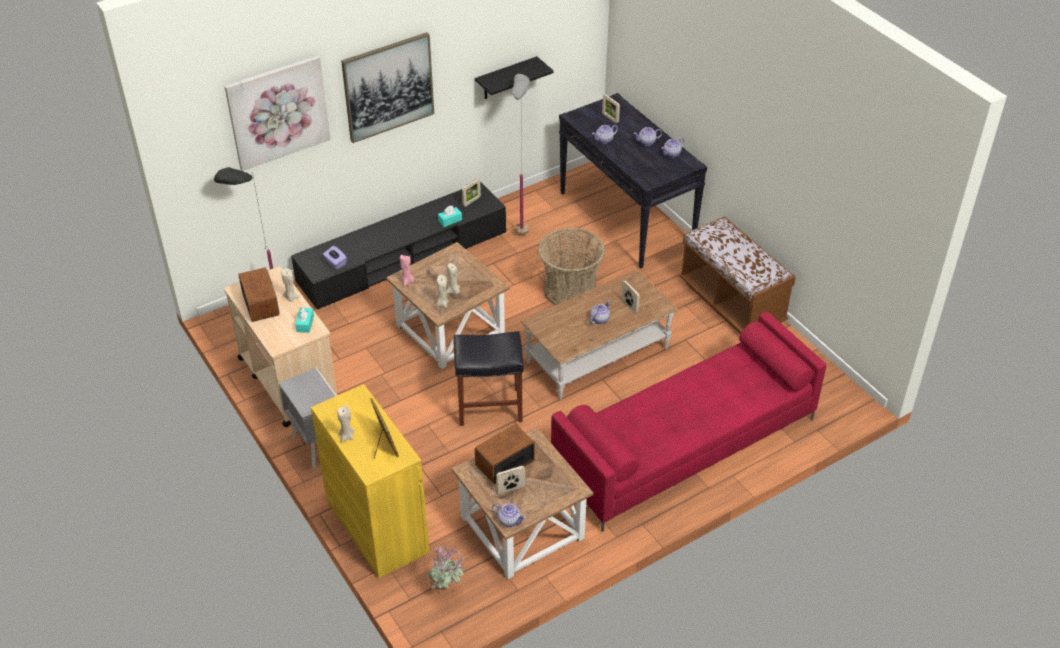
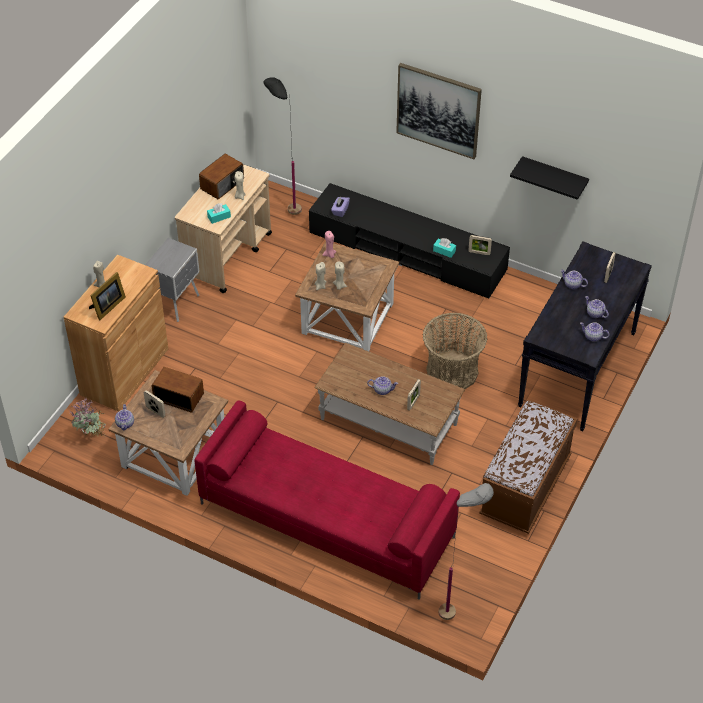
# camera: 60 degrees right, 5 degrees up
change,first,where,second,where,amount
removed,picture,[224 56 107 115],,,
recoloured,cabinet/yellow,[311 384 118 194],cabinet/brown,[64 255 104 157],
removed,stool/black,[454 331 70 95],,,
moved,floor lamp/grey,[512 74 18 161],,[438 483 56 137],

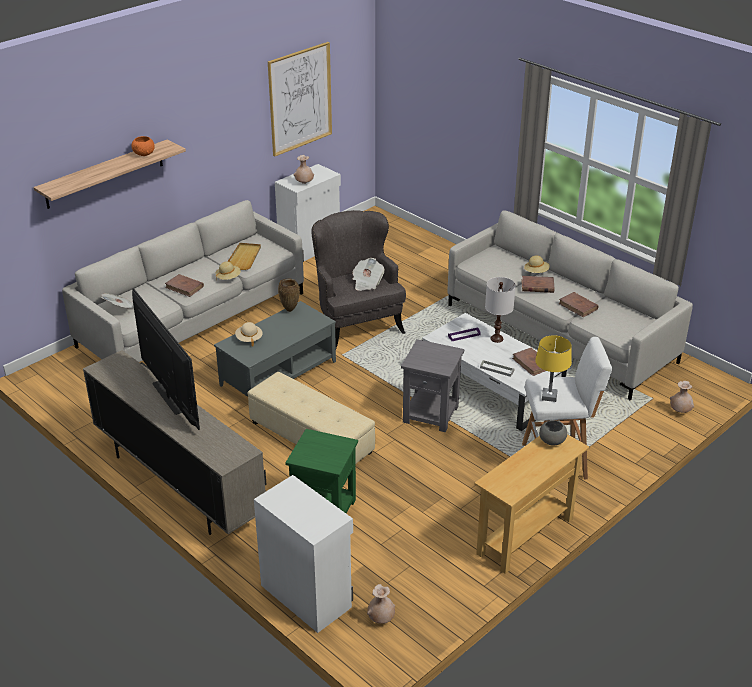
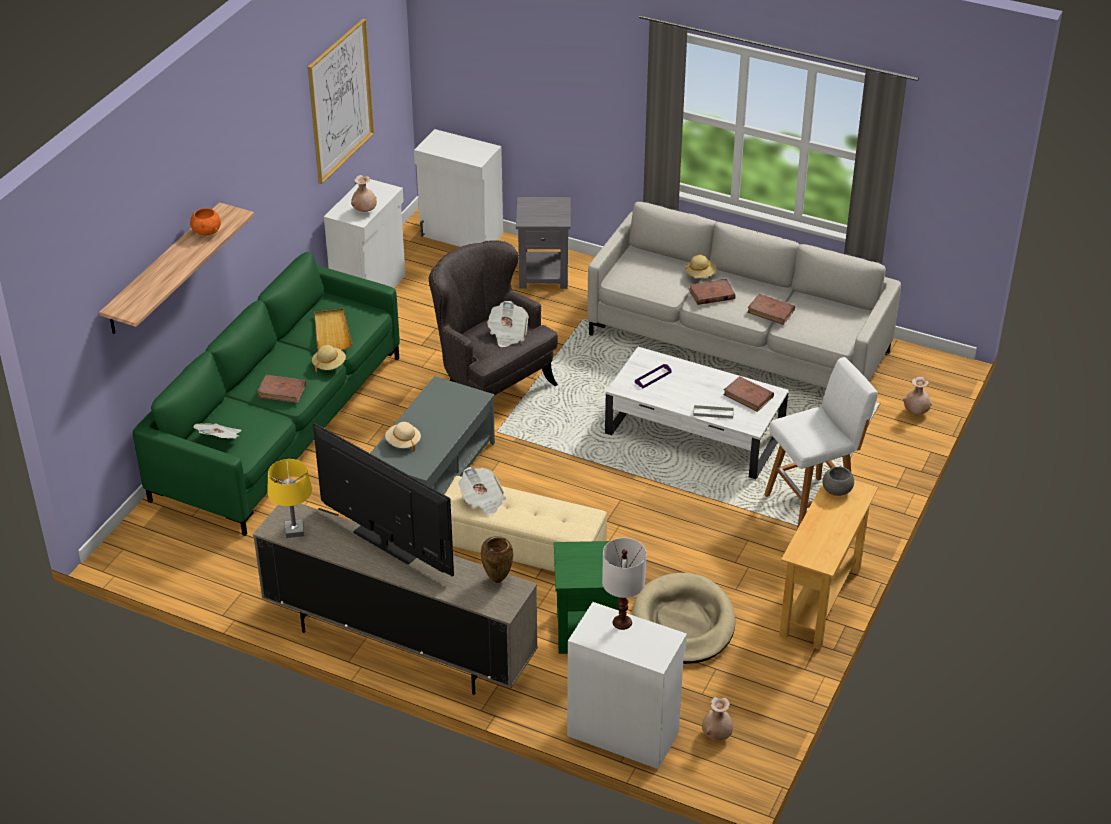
# camera: 20 degrees left, 5 degrees up
change,first,where,second,where,amount
recoloured,sofa/grey,[62 200 242 162],sofa/green,[133 252 267 284],
moved,vase/brown,[278 279 22 33],,[481 536 32 47],
moved,side table/grey,[401 339 63 93],,[516 197 55 92],
moved,table lamp/white,[485 277 31 66],,[602 538 44 92],
moved,table lamp/yellow,[535 335 37 67],,[267 459 45 79],
added,,,cabinet/white,[414 129 89 118],
added,,,newspaper,[458 467 48 49],
added,,,dog bed/beige,[632 573 104 91],

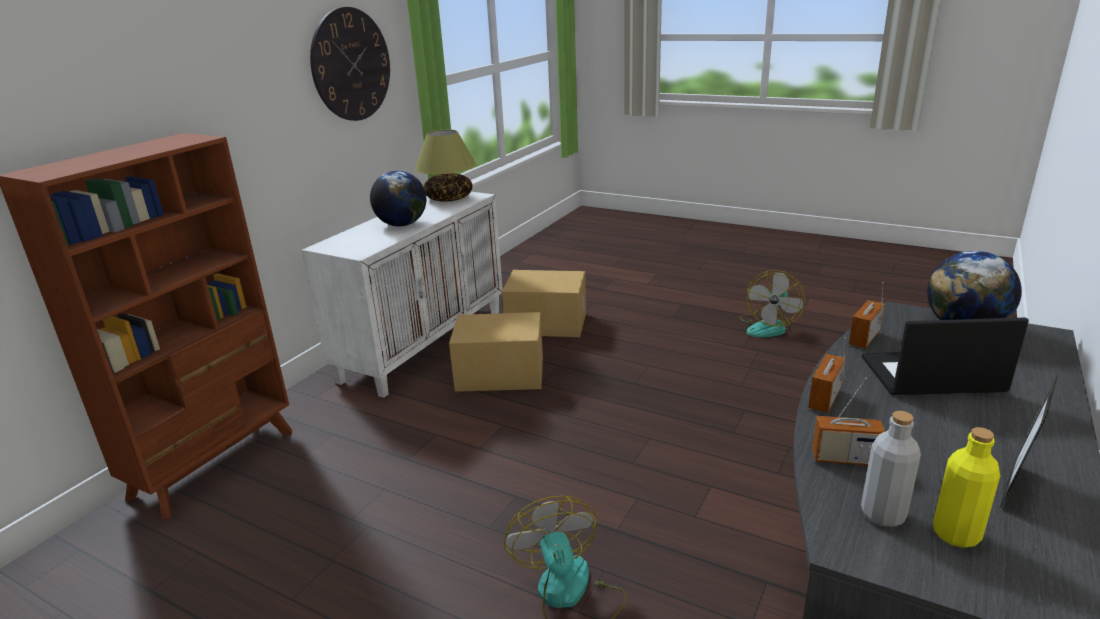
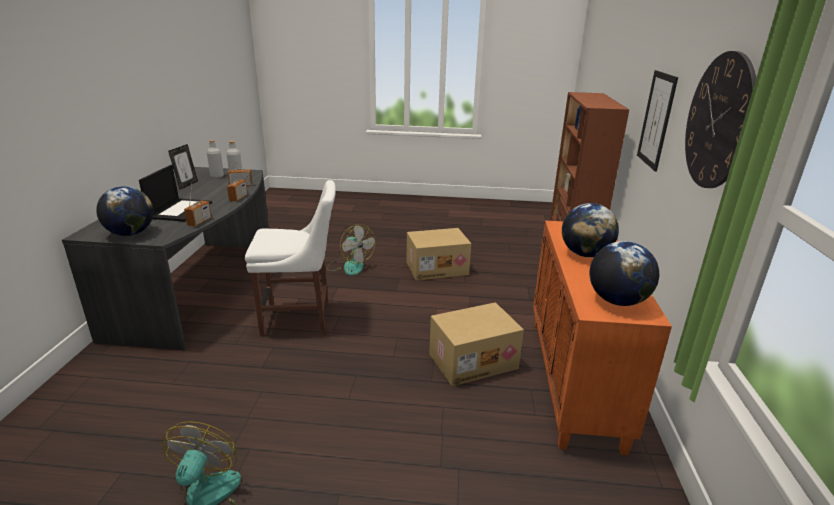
# camera: 155 degrees right, 0 degrees up
change,first,where,second,where,amount
recoloured,cabinet/white,[302 192 201 206],cabinet/orange,[533 221 139 234],
replaced,table lamp,[415 129 61 73],globe,[589 241 70 65],
moved,cardboard box,[502 270 84 67],,[406 228 65 53],
turned,laptop,[862 317 167 78],,[139 165 73 57],60 degrees counterclockwise
recoloured,bottle/yellow,[933 427 67 121],bottle/grey,[207 140 17 38],
added,,,chair/white,[245 180 91 156],
added,,,picture,[637 70 41 102],

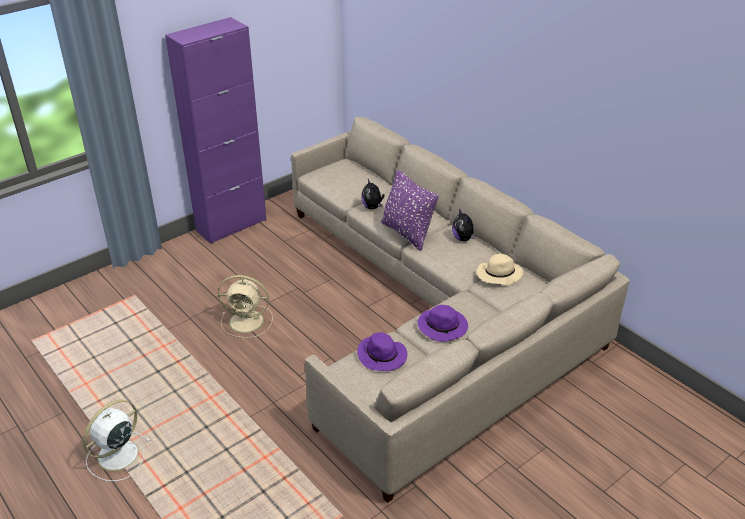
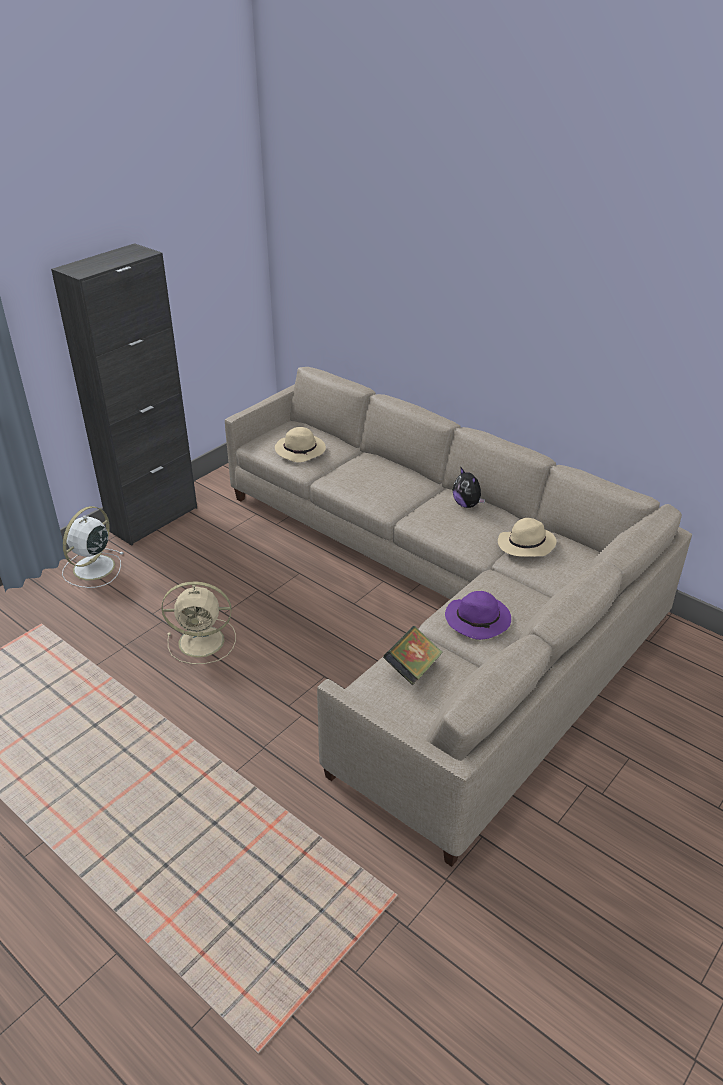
# camera: 10 degrees left, 0 degrees up
change,first,where,second,where,amount
moved,fan/white,[83 400 68 82],,[62 506 61 82],
recoloured,cabinet/purple,[165 17 101 227],cabinet/black,[51 243 146 303],
replaced,hat/purple,[357 332 50 39],book,[383 626 60 60],
removed,plush toy,[361 179 24 31],,,
removed,pillow/purple,[381 170 58 81],,,
added,,,hat/beige,[275 427 51 36],

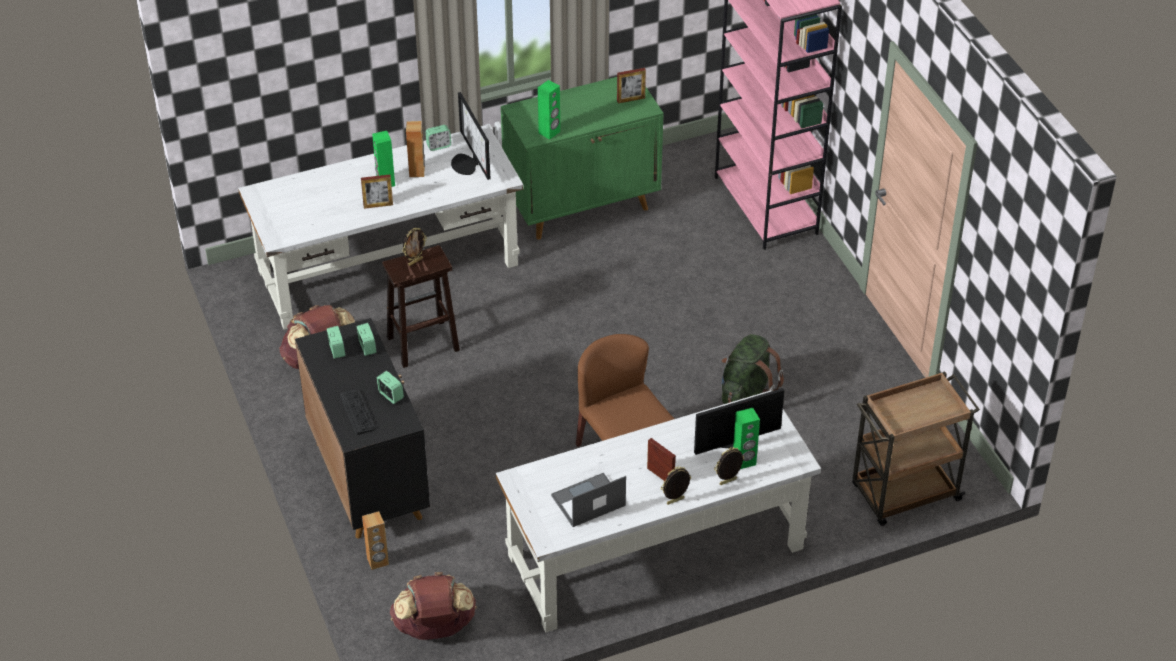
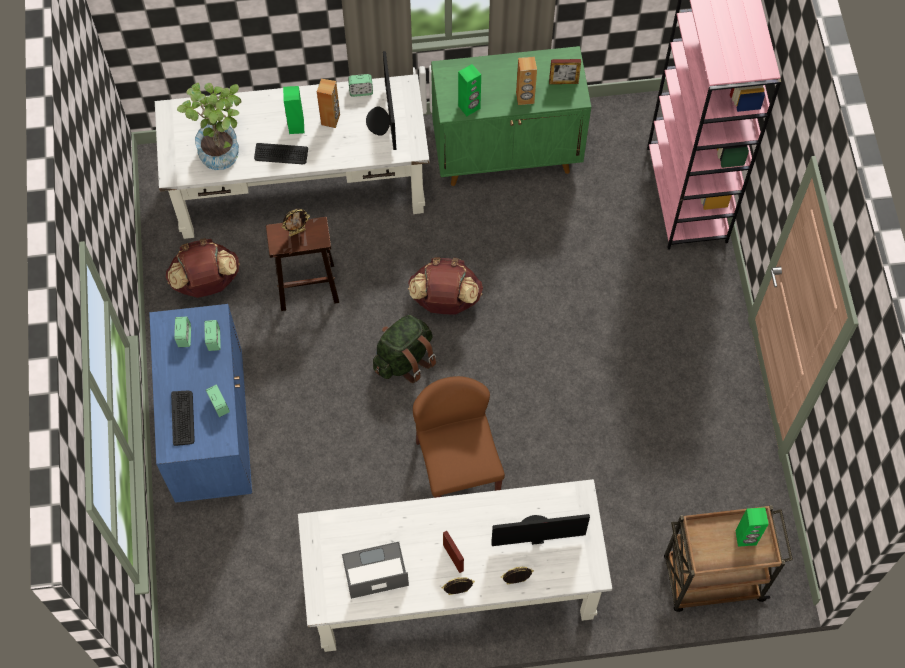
# camera: 15 degrees right, 20 degrees up
change,first,where,second,where,amount
recoloured,cabinet/black,[295 318 135 221],cabinet/blue,[149 304 103 199],
replaced,picture frame,[361 174 32 35],keyboard,[254 143 54 21],
moved,speaker/brown,[362 511 27 59],,[516 57 21 48],
moved,backpack/brown,[390 572 87 68],,[408 257 75 58],
moved,backpack/green,[721 334 63 70],,[373 315 63 68],
moved,speaker/green,[733 408 27 61],,[735 507 34 40],
added,,,potted plant,[177 83 65 87],

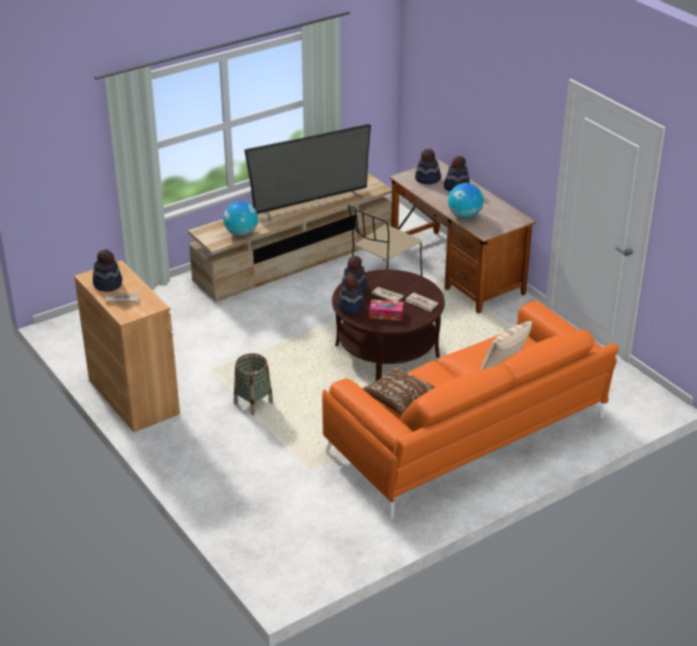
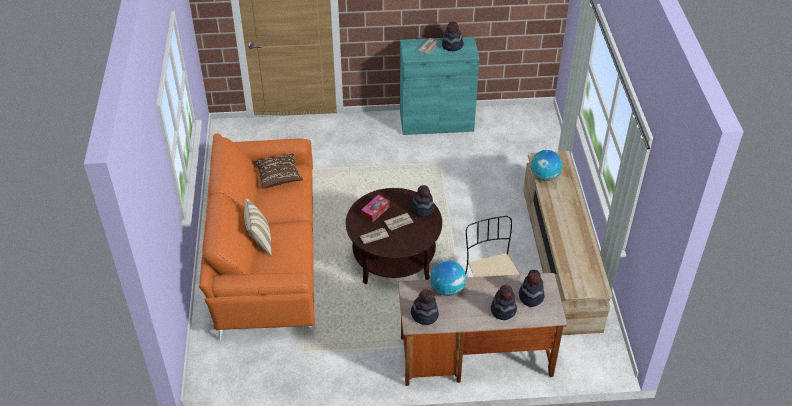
# camera: 120 degrees right, 10 degrees up
change,first,where,second,where,amount
recoloured,cabinet/brown,[74 260 106 172],cabinet/turquoise,[400 37 80 98],
removed,basket,[234 353 39 62],,,
removed,television,[244 124 127 97],,,
moved,hat,[338 274 27 41],,[411 289 28 36],

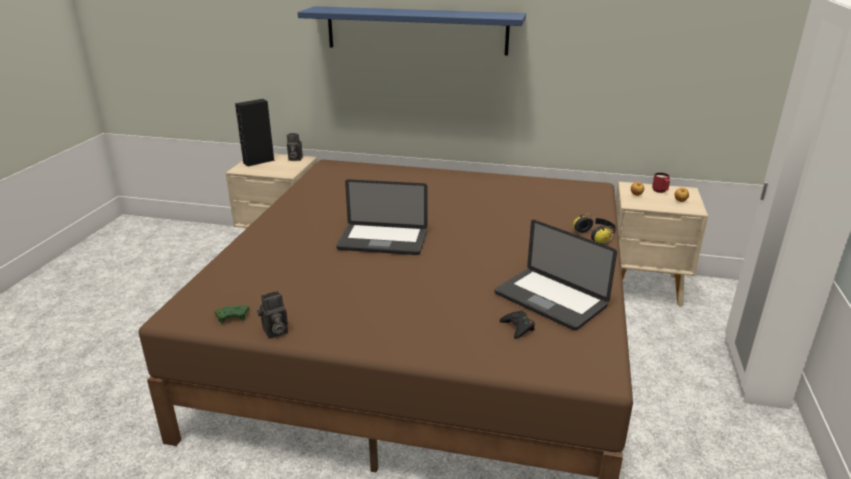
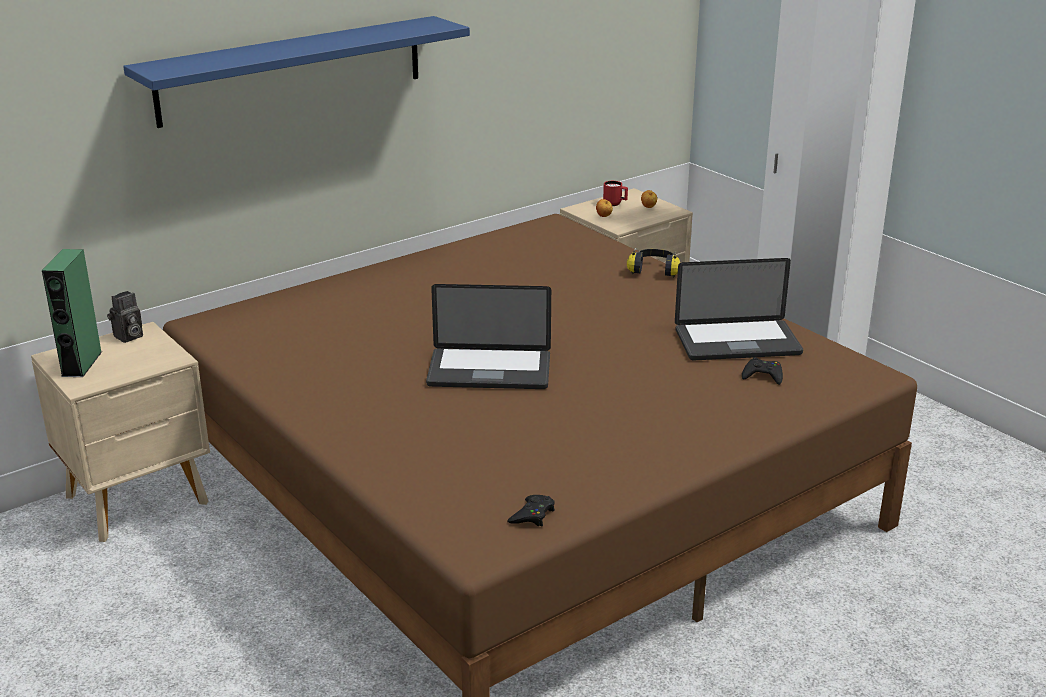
# camera: 50 degrees left, 0 degrees up
change,first,where,second,where,amount
recoloured,game controller/green,[215 305 34 19],game controller/black,[507 495 48 31],
recoloured,speaker/black,[235 99 40 68],speaker/green,[42 249 60 128],
removed,photo camera,[257 291 31 48],,,
turned,laptop,[336 179 91 76],,[426 284 125 105],45 degrees clockwise

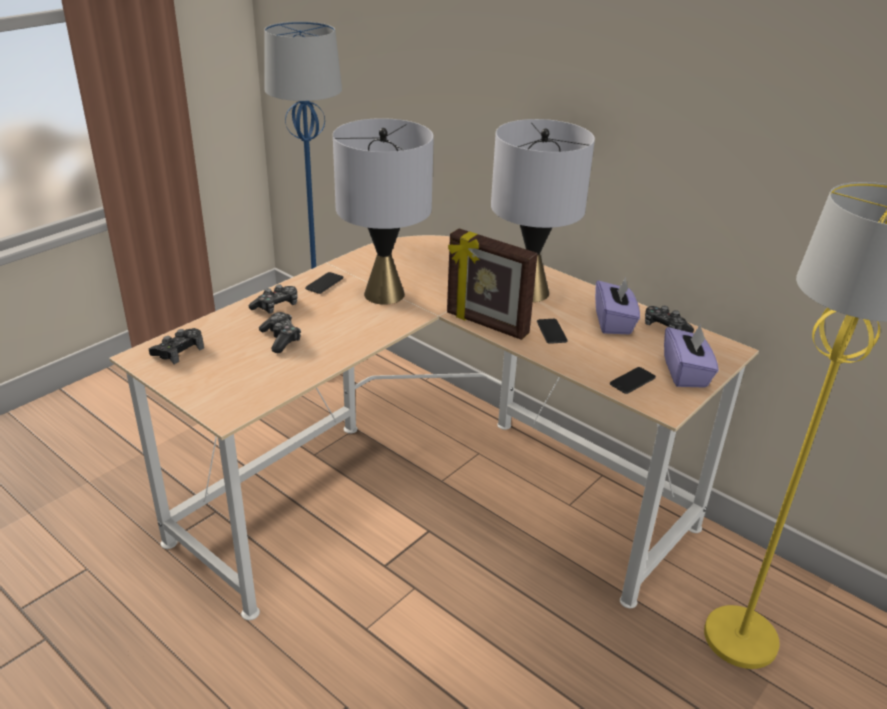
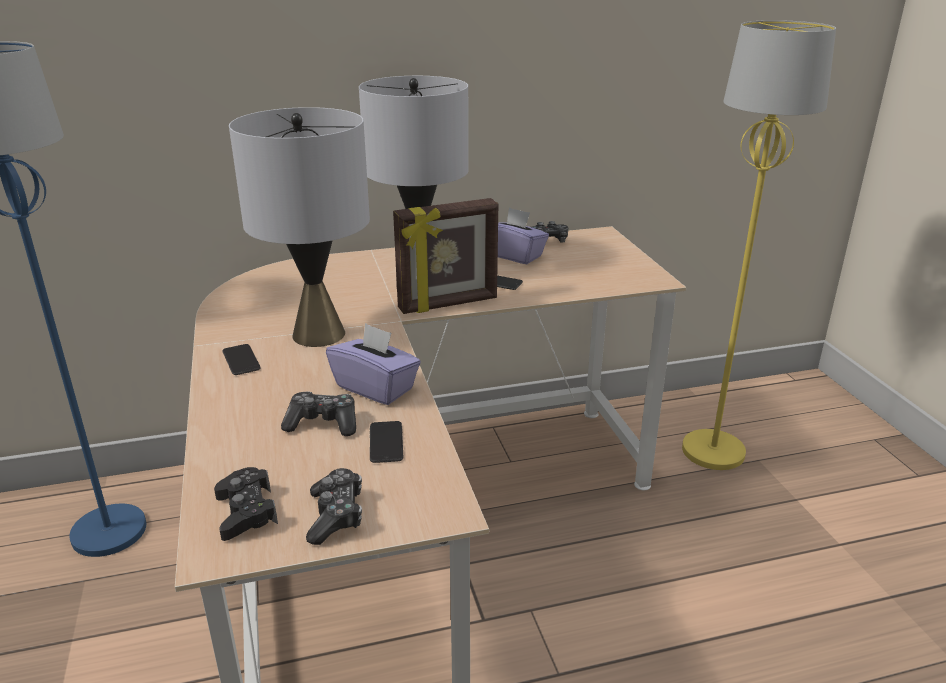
# camera: 55 degrees left, 5 degrees down
change,first,where,second,where,amount
moved,game controller,[249 284 49 29],,[306 468 56 77],
moved,phone,[610 367 46 27],,[370 421 33 42],
moved,tissue box/purple,[664 325 55 63],,[326 323 95 82],

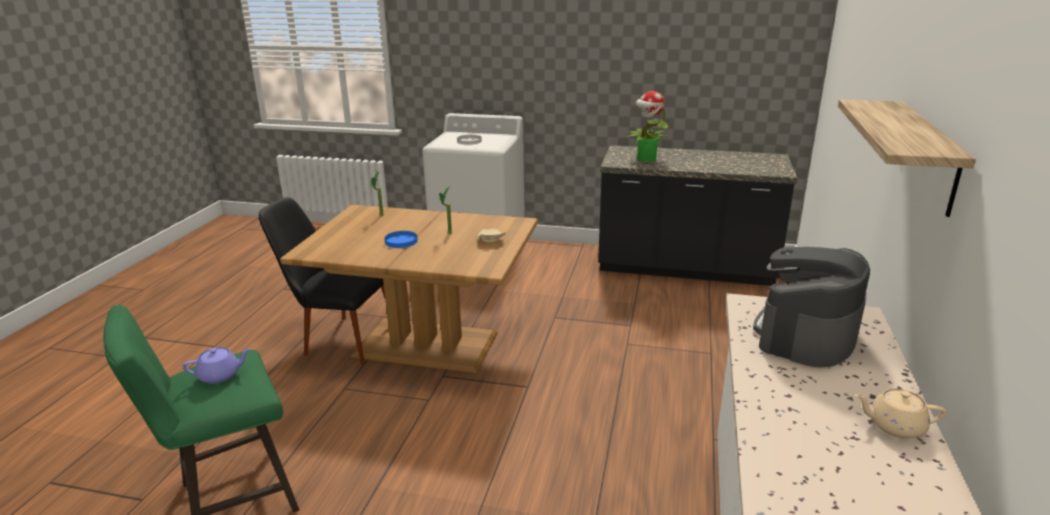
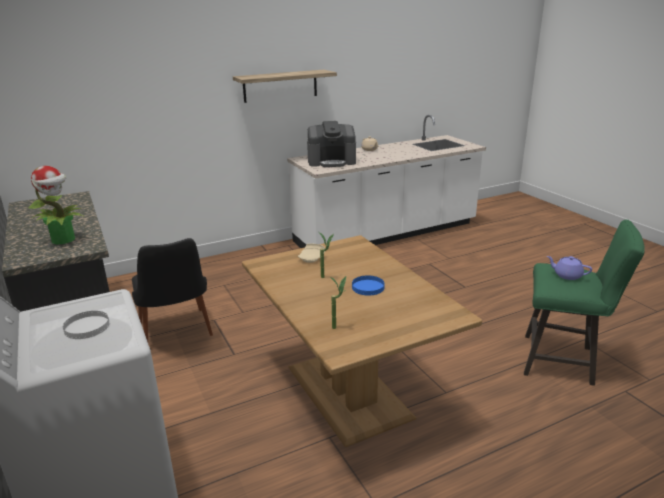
# camera: 130 degrees left, 0 degrees up
change,first,where,second,where,amount
moved,chair/black,[259 197 126 168],,[132 238 81 104],

